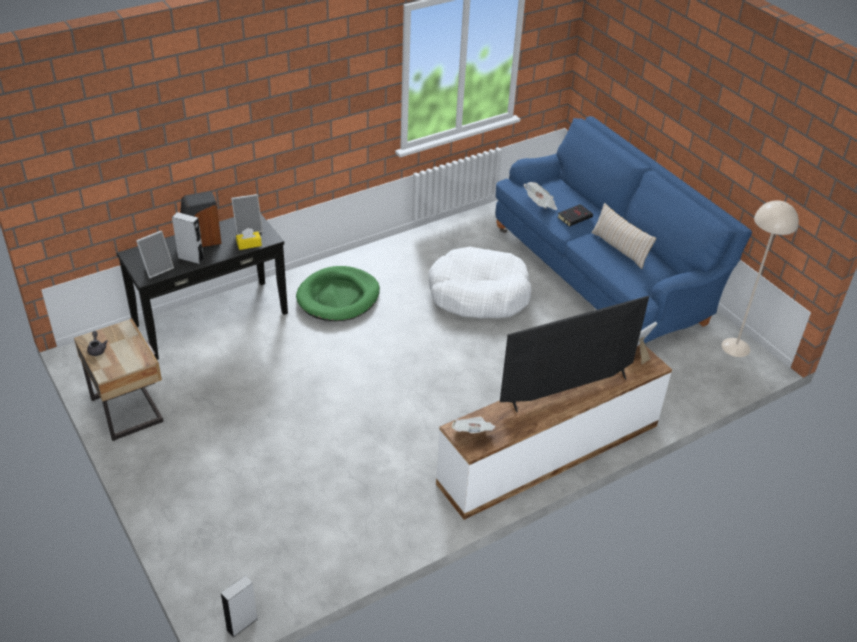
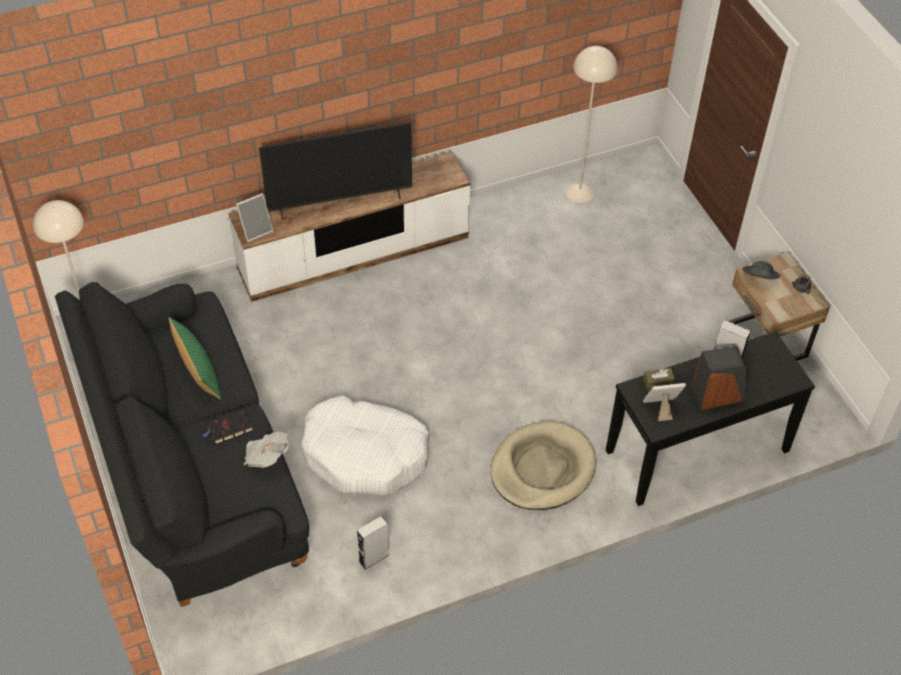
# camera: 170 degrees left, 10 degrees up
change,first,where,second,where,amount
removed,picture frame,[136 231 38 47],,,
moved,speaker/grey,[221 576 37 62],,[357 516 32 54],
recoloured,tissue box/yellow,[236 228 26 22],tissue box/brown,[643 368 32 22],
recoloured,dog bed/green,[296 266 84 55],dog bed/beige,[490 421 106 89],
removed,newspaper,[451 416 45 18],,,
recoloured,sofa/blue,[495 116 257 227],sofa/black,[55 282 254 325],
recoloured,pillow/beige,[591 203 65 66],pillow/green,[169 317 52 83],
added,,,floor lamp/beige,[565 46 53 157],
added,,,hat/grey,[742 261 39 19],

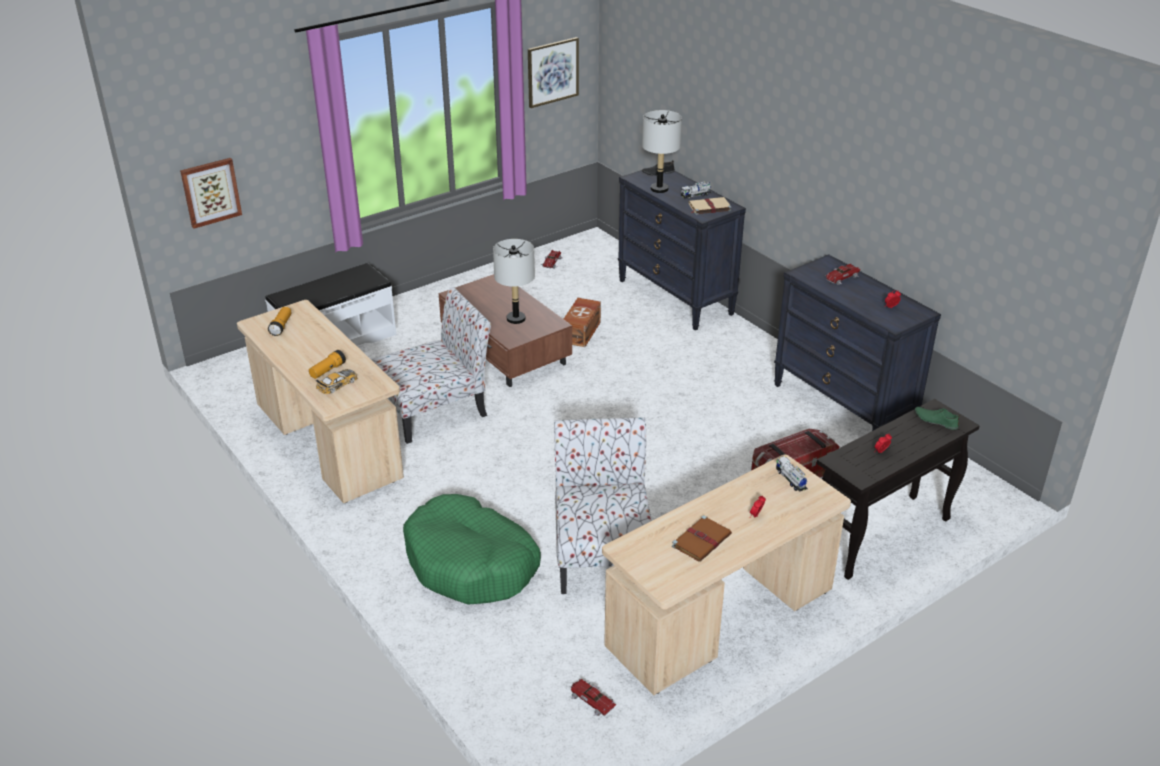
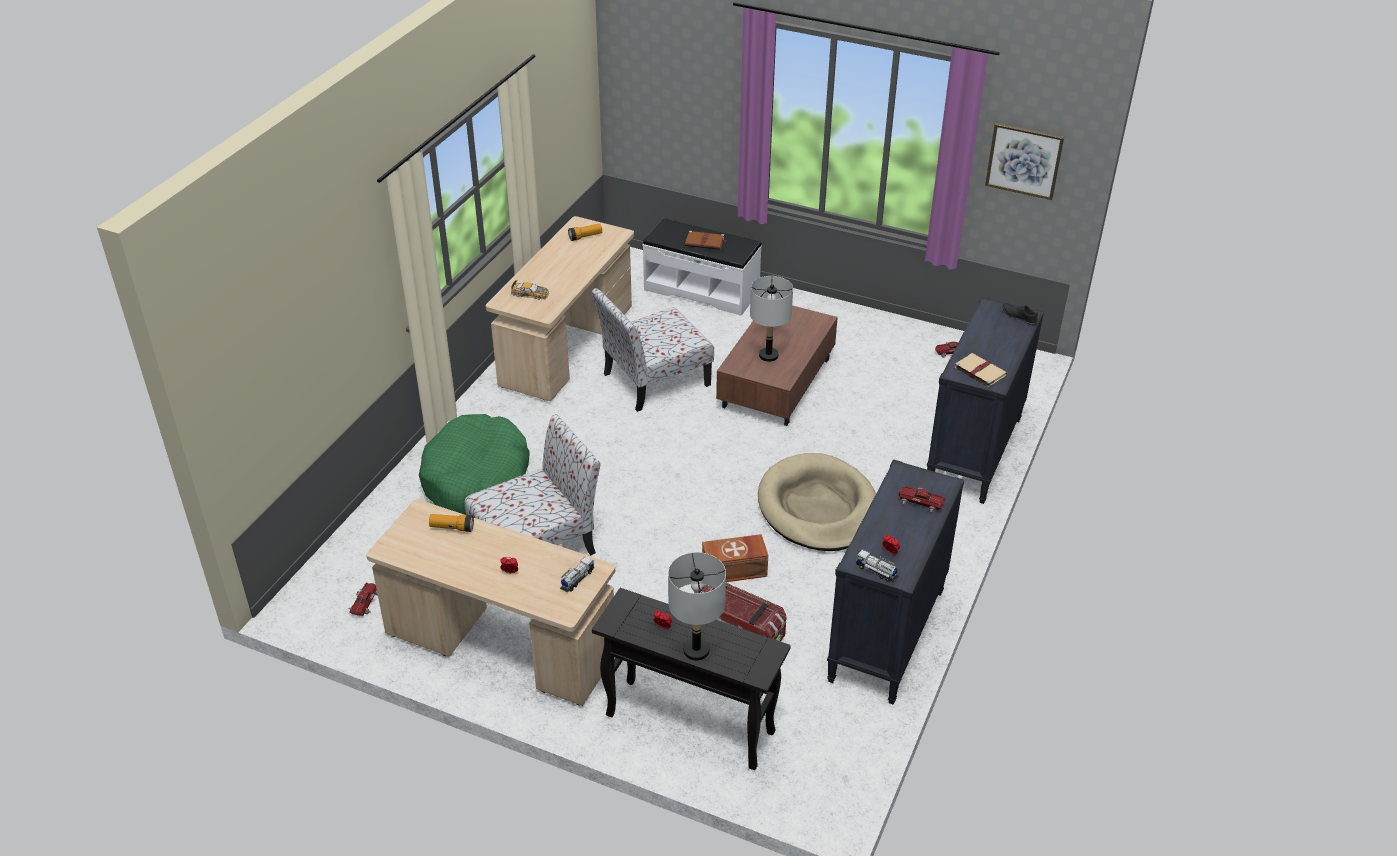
# camera: 60 degrees right, 5 degrees up
change,first,where,second,where,amount
removed,picture,[180 158 62 71],,,
moved,flashlight,[309 350 37 29],,[429 514 45 18],
turned,chair,[372 287 119 157],,[592 288 122 124],120 degrees clockwise
moved,storage box/brown,[564 298 37 49],,[702 534 66 48],
moved,table lamp/grey,[642 110 40 83],,[668 552 58 109],
moved,book/brown,[672 515 60 47],,[685 231 41 19],
moved,toy truck,[681 181 30 18],,[856 549 43 33],
removed,shoe/green,[915 407 45 23],,,
added,,,dog bed/beige,[758 453 118 98],

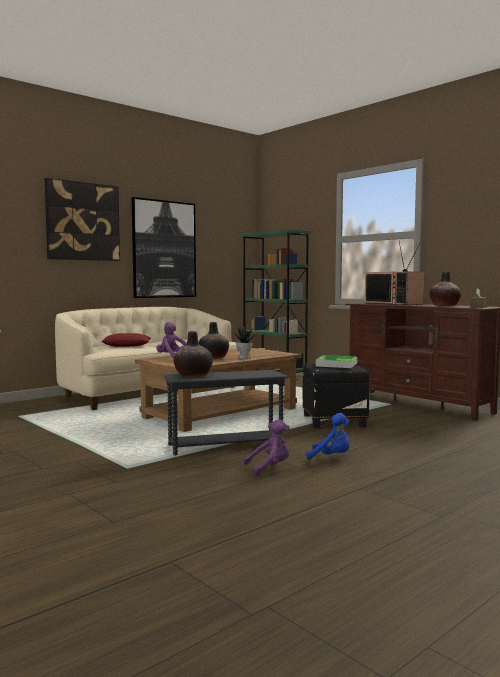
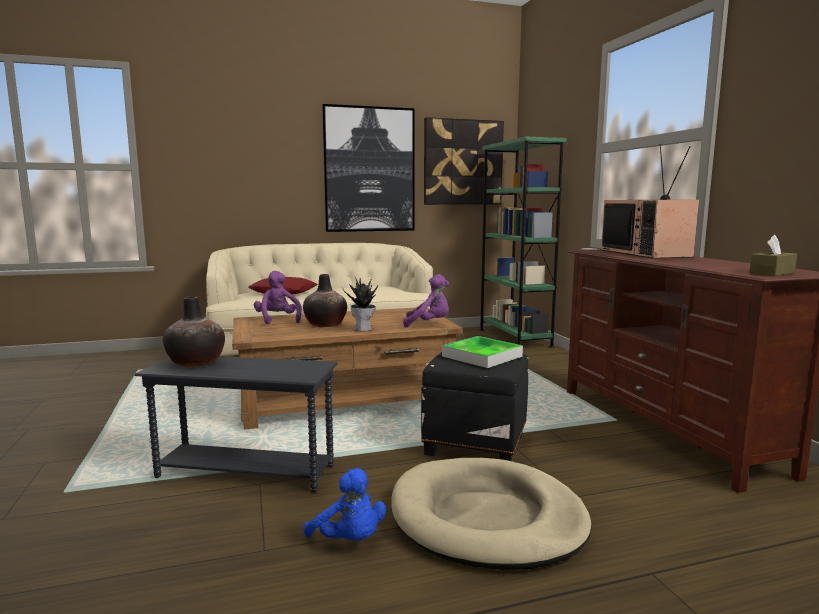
# camera: 25 degrees right, 5 degrees up
change,first,where,second,where,amount
moved,picture,[45 178 75 83],,[424 117 80 88],
moved,plush toy/purple,[244 419 46 57],,[403 274 46 53],
removed,vase,[429 271 32 35],,,
added,,,dog bed/beige,[391 458 201 112],

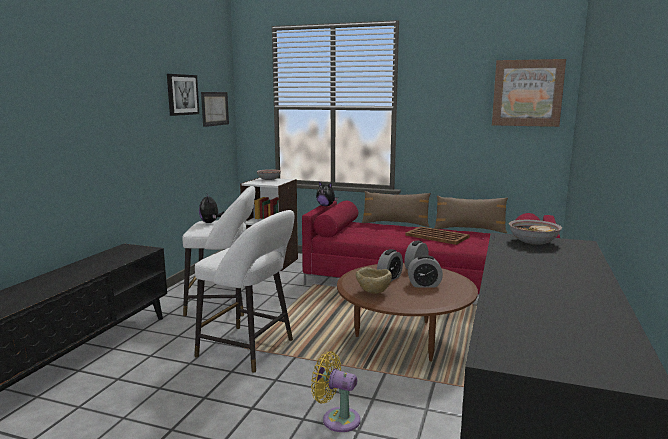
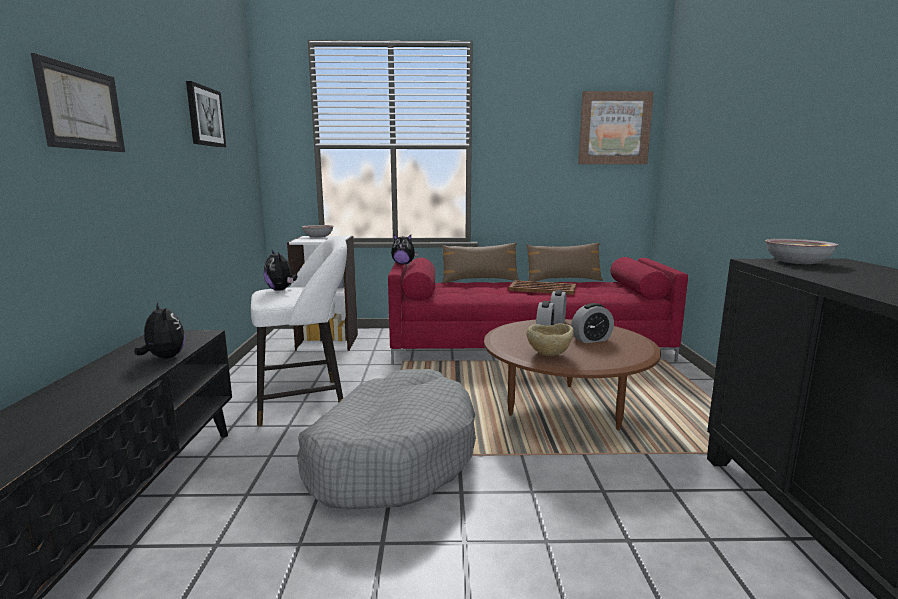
# camera: 20 degrees left, 0 degrees up
change,first,where,second,where,amount
replaced,stool/white,[195 210 100 163],dog bed/grey,[297 369 179 140],
moved,picture,[201 92 28 35],,[31 53 94 99],
removed,fan/yellow,[311 351 50 81],,,
added,,,plush toy,[134 303 51 55],

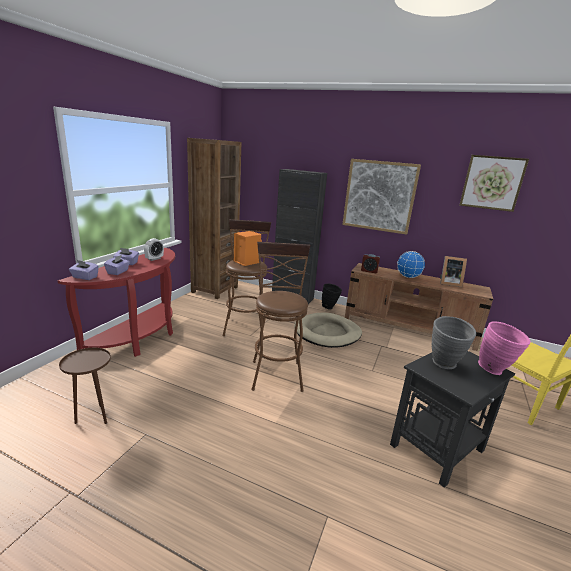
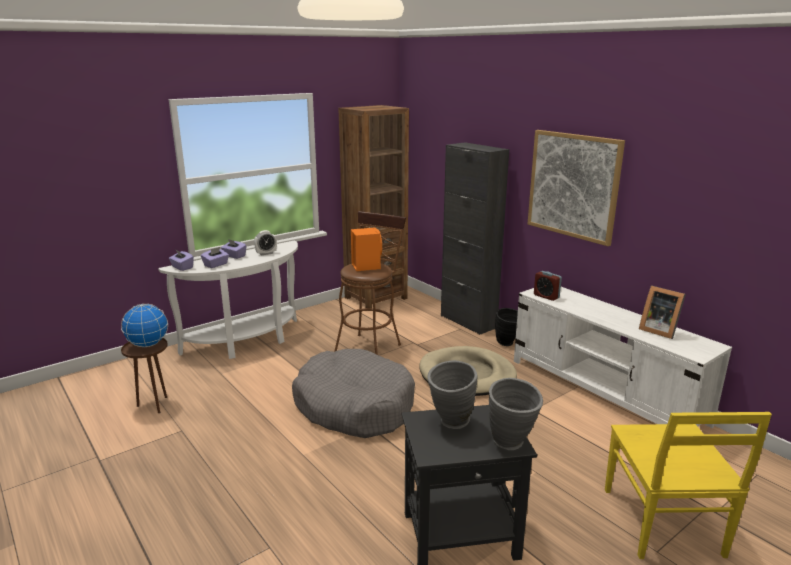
# camera: 30 degrees right, 0 degrees up
change,first,where,second,where,amount
recoloured,console table/red,[58 248 117 109],console table/white,[158 241 140 118],
replaced,stool/brown,[252 242 58 150],dog bed/grey,[292 349 123 89],
recoloured,tv stand/brown,[345 263 148 88],tv stand/white,[514 287 218 141],
moved,globe,[397 251 28 27],,[121 304 47 43],
removed,picture,[459 155 70 57],,,
recoloured,vase/pink,[478 321 53 54],vase/grey,[489 378 54 72],

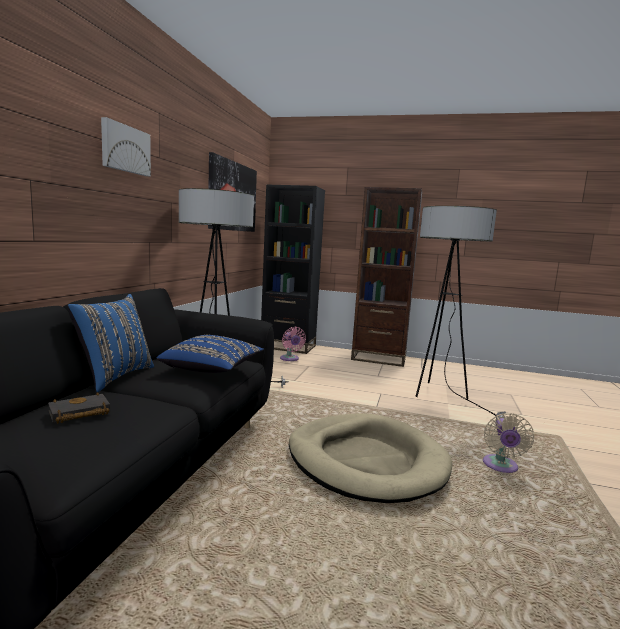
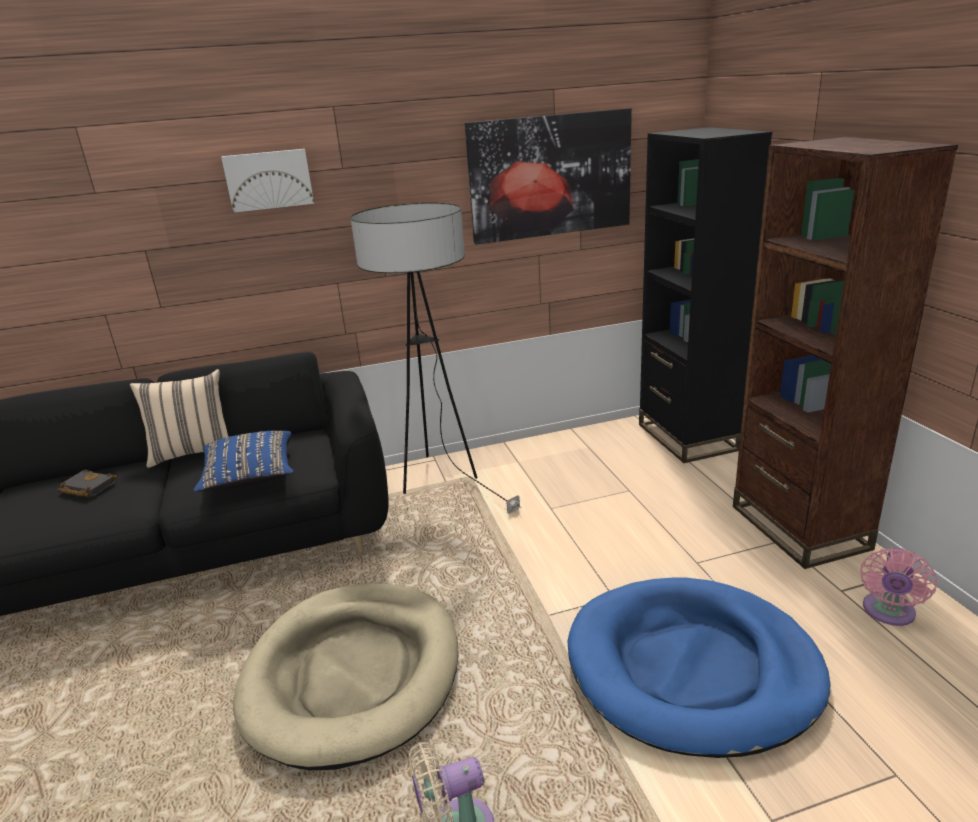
# camera: 60 degrees right, 15 degrees up
change,first,where,second,where,amount
recoloured,pillow/blue,[67 294 87 98],pillow/beige,[130 369 99 99],
moved,fan/pink,[280 327 26 34],,[860 548 77 78],
replaced,floor lamp,[415 206 91 215],dog bed/blue,[567 577 263 181],

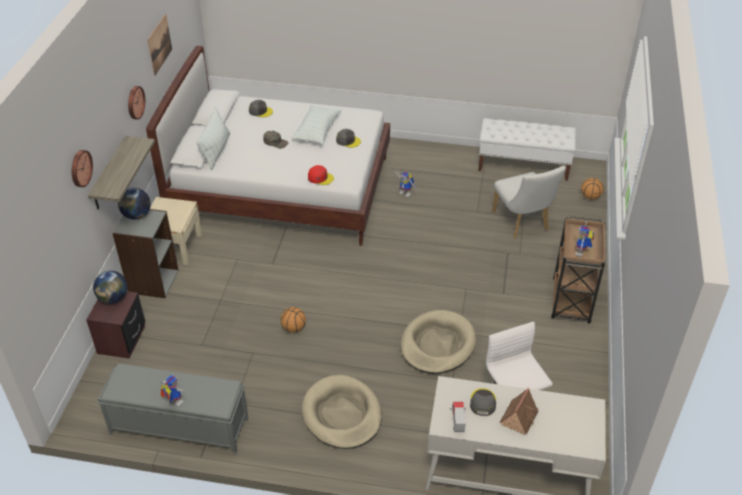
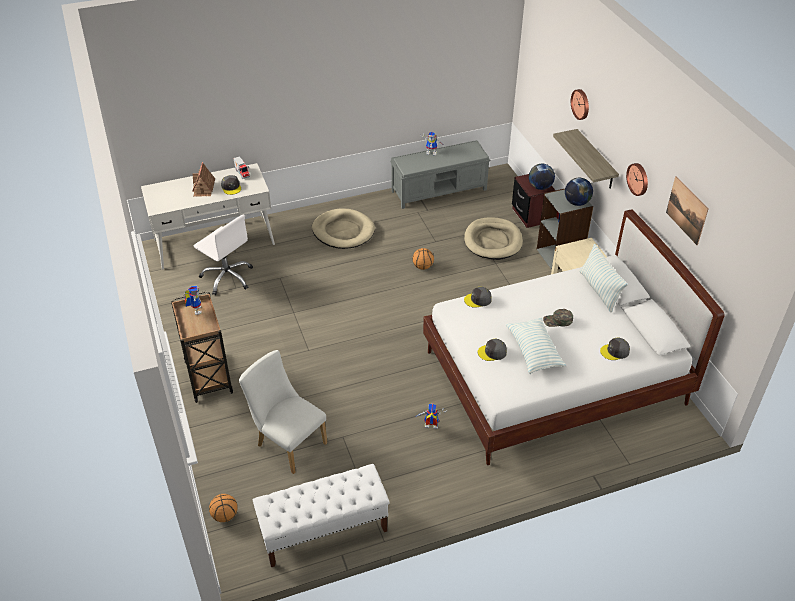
# camera: 150 degrees right, 0 degrees up
change,first,where,second,where,amount
recoloured,cap/red,[308 165 26 20],cap/grey,[464 287 28 21],
moved,dog bed/beige,[401 310 75 64],,[464 217 59 43],

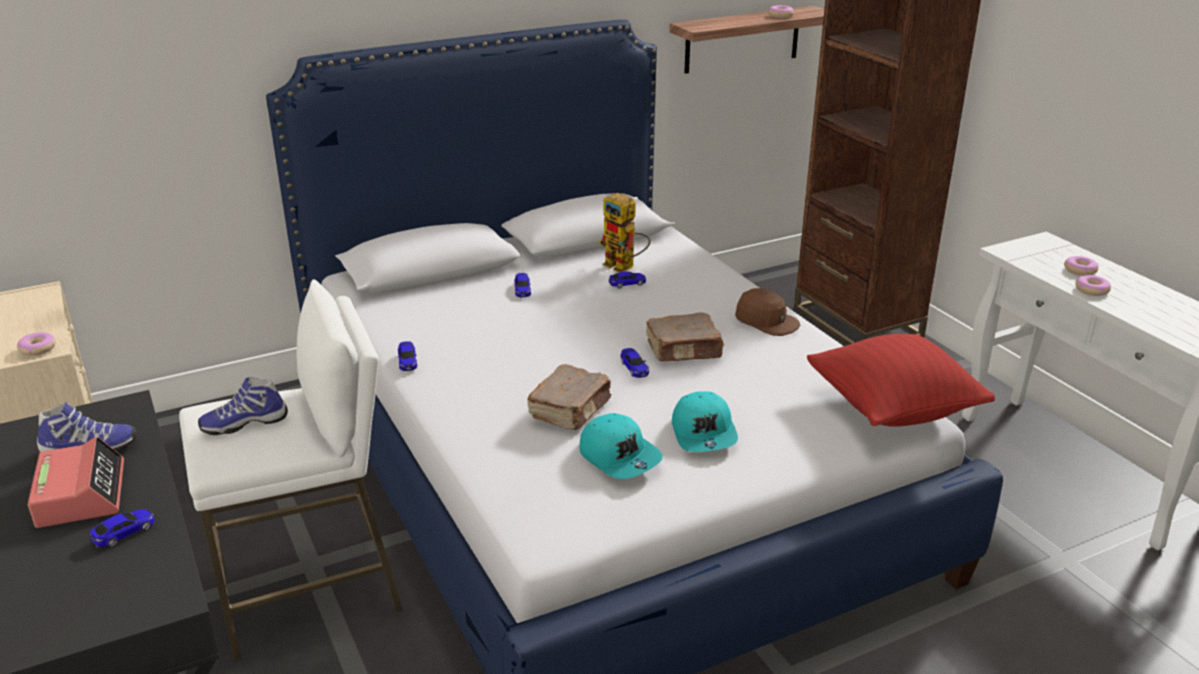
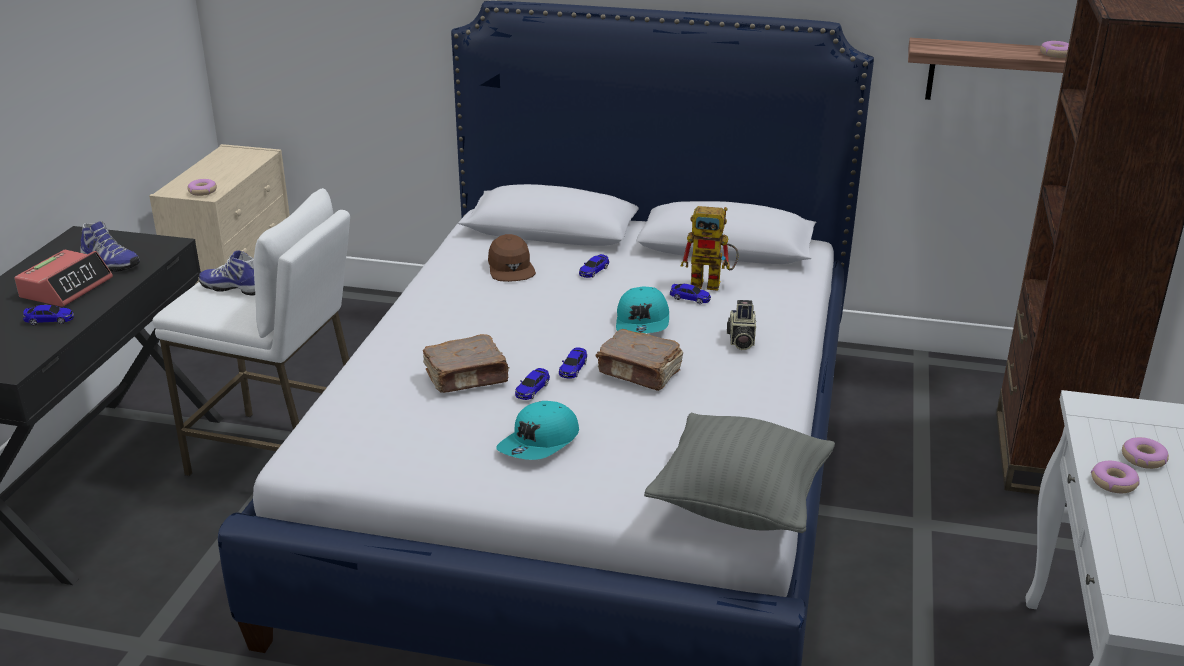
# camera: 40 degrees right, 0 degrees up
change,first,where,second,where,amount
moved,toy car,[398 341 19 30],,[515 368 35 32],
moved,cap/turquoise,[580 413 83 66],,[616 287 53 46],
turned,toy robot,[599 193 52 79],,[680 206 59 85],75 degrees counterclockwise
moved,cap/brown,[735 288 65 48],,[488 234 48 48],
recoloured,pillow/red,[807 334 188 93],pillow/grey,[644 413 191 120],
added,,,photo camera,[727 300 29 50],

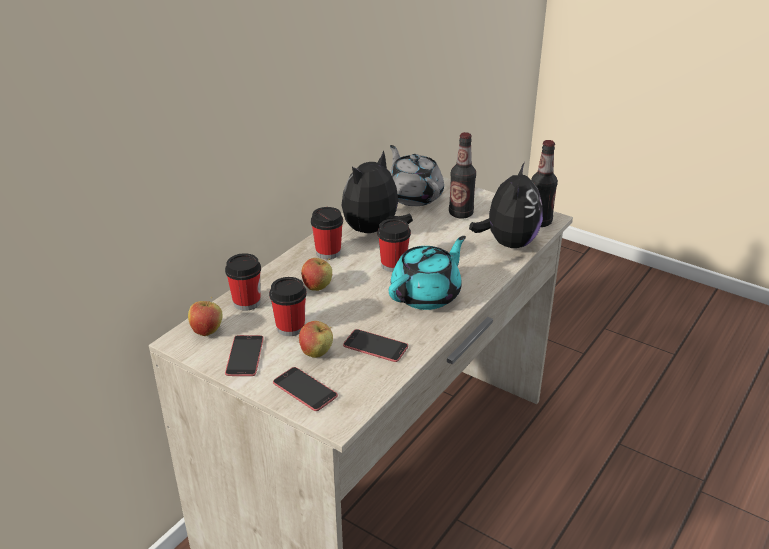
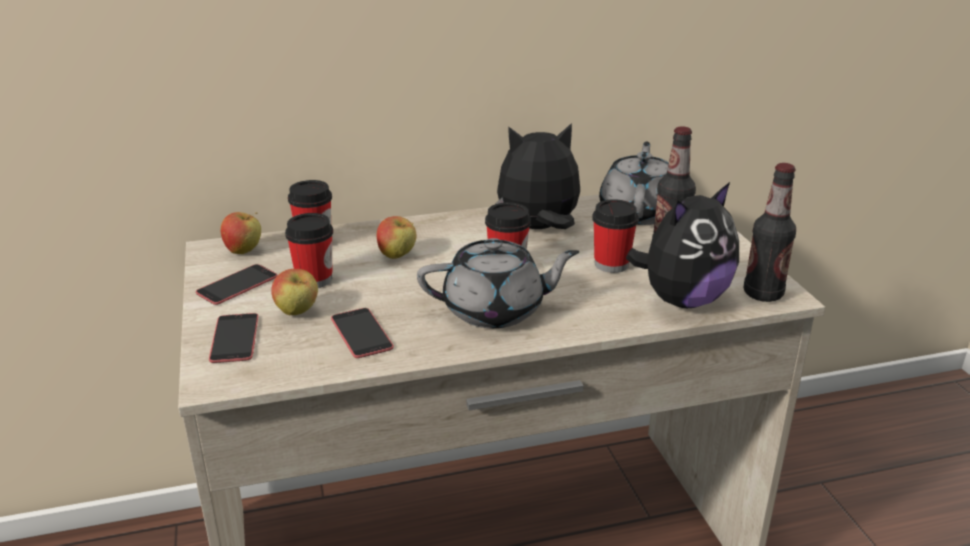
# camera: 40 degrees right, 5 degrees down
change,first,where,second,where,amount
moved,cup,[311 207 32 52],,[592 199 47 74],
recoloured,teapot/turquoise,[389 236 77 74],teapot/grey,[417 238 163 90],

